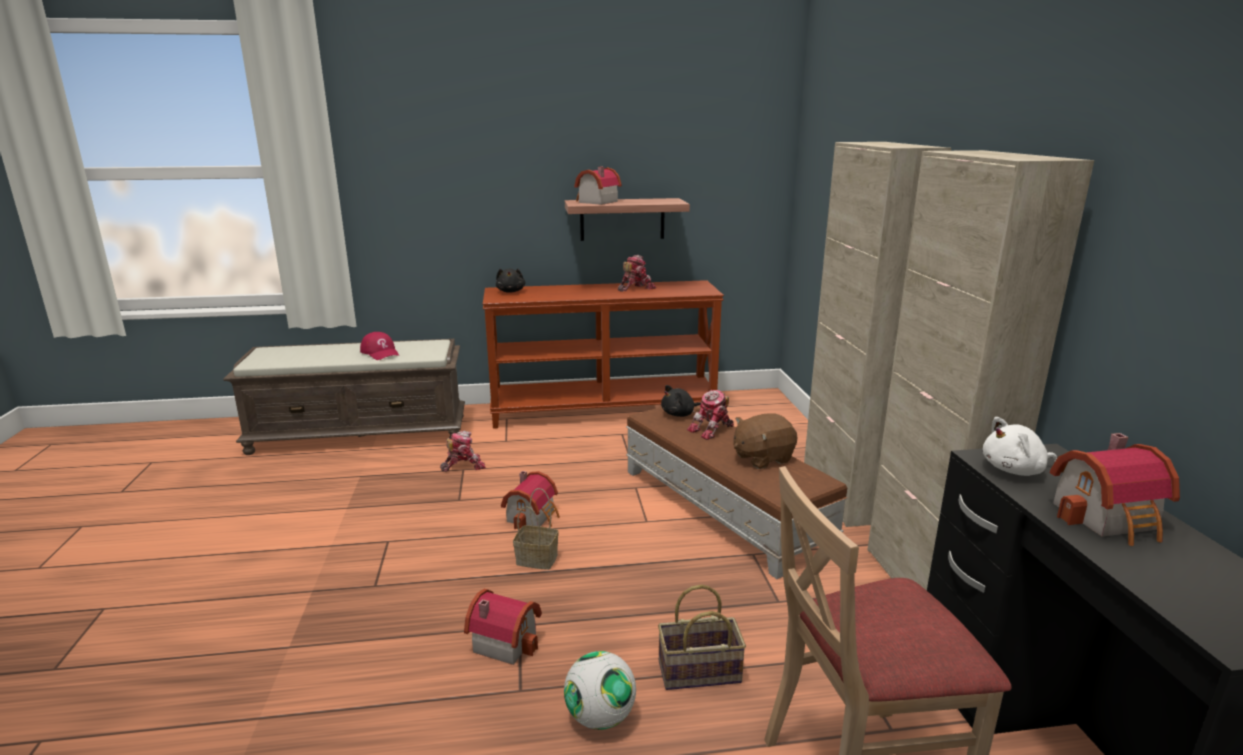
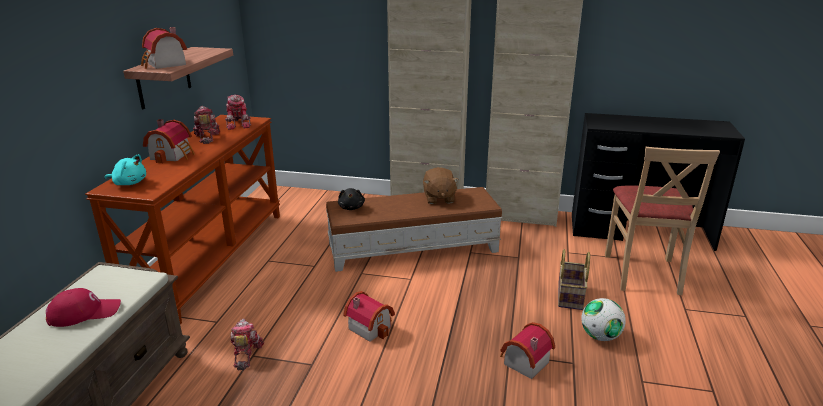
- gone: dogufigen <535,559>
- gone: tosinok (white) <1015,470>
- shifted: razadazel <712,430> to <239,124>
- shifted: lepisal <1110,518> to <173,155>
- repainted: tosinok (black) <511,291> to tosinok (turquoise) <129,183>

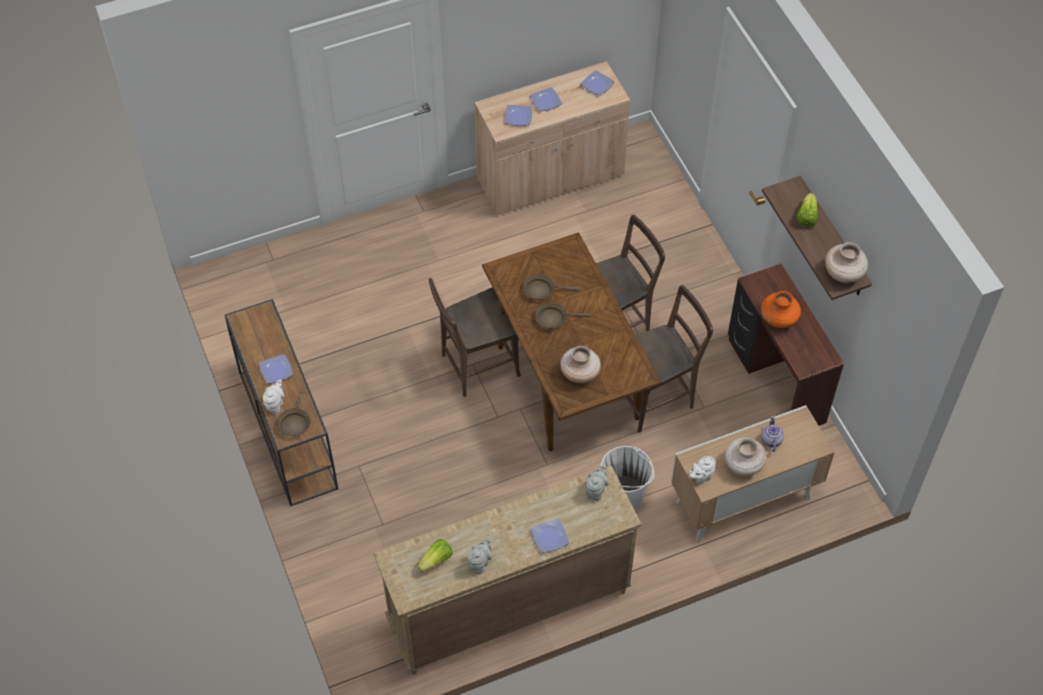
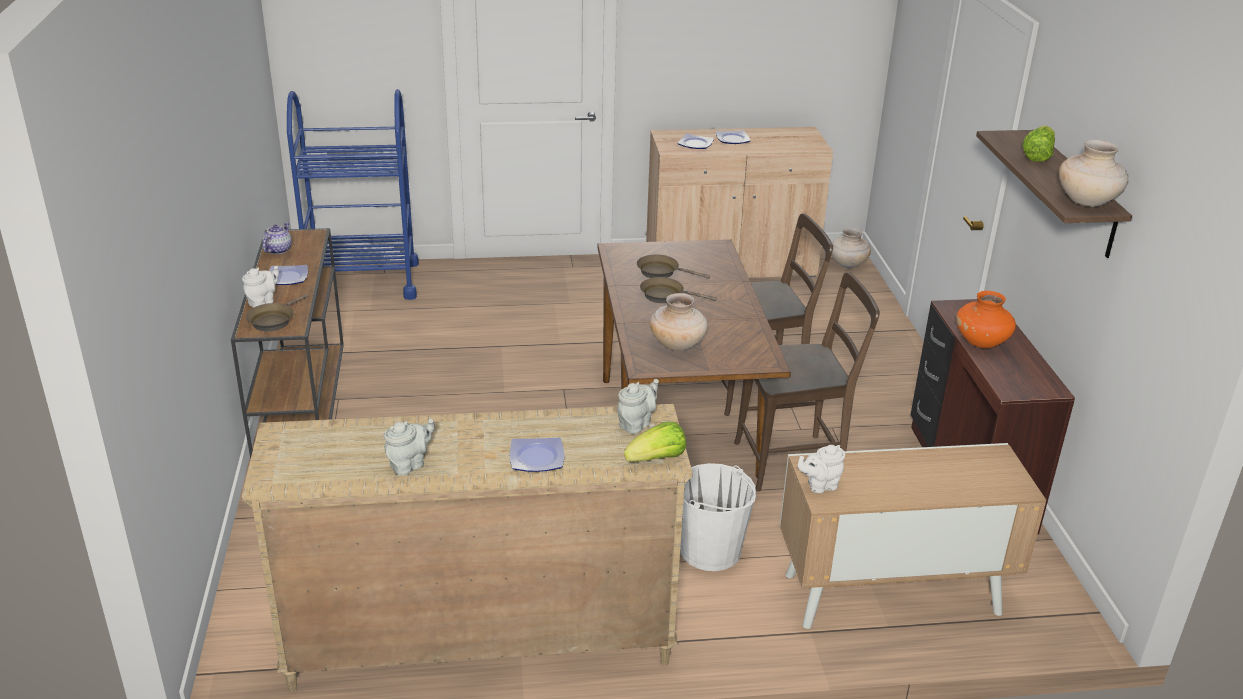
- gone: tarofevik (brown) <476,366>
- gone: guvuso <597,84>
- new: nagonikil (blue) <363,282>
- shifted: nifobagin <436,560> to <657,459>
- shifted: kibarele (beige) <743,465> to <847,264>
- shifted: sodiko <770,440> to <277,250>

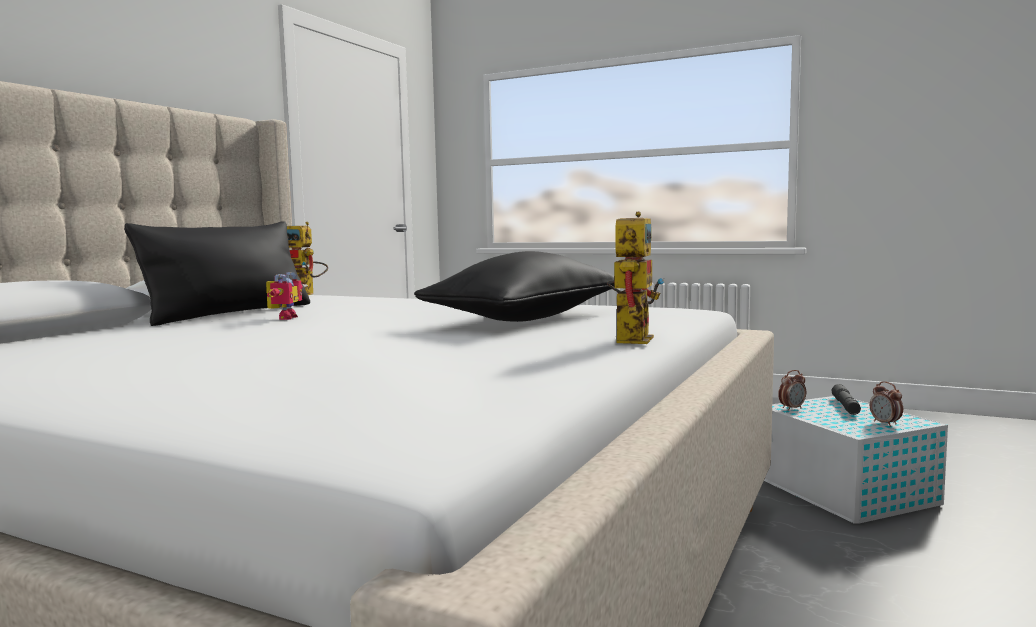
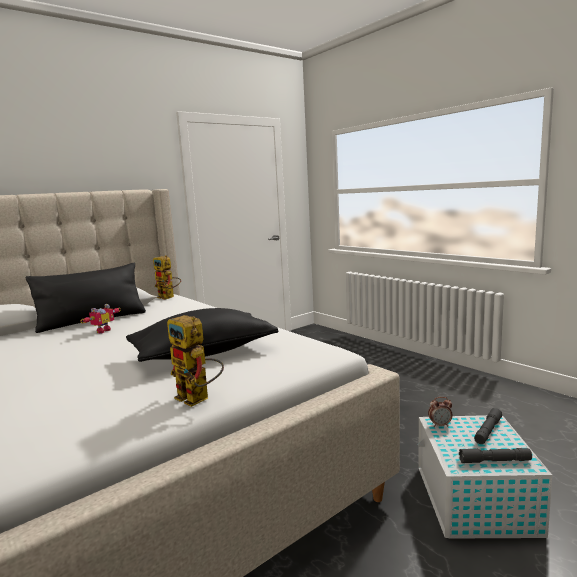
- swapped: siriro <885,423> to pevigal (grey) <494,461>
- rotated: razadazel <631,338> = <199,399> 90 degrees clockwise

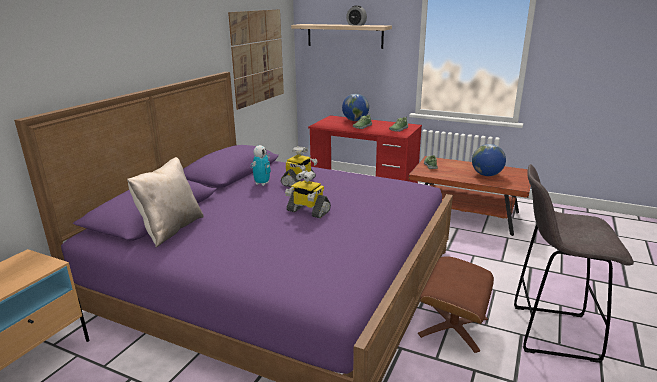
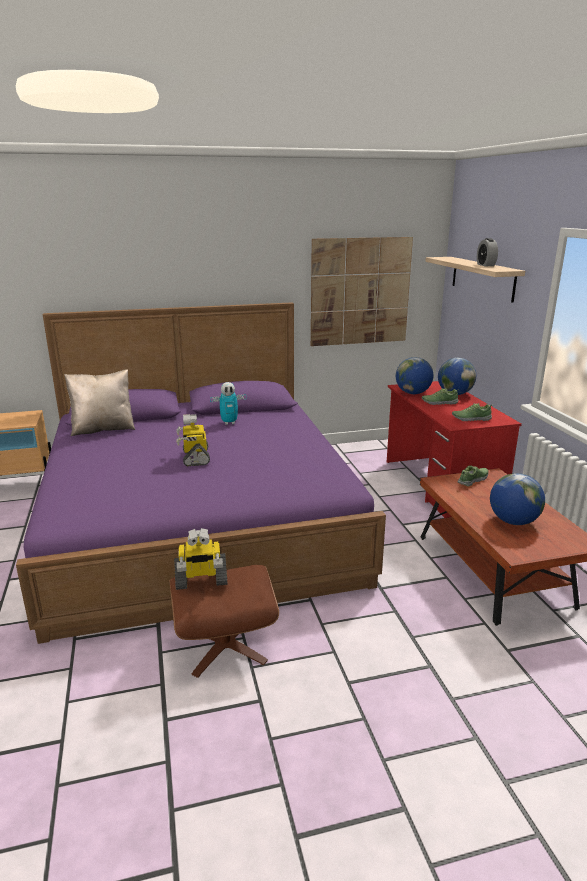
- gone: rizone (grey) <550,332>
- new: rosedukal <413,393>
- shifted: razadazel <299,182> to <201,580>

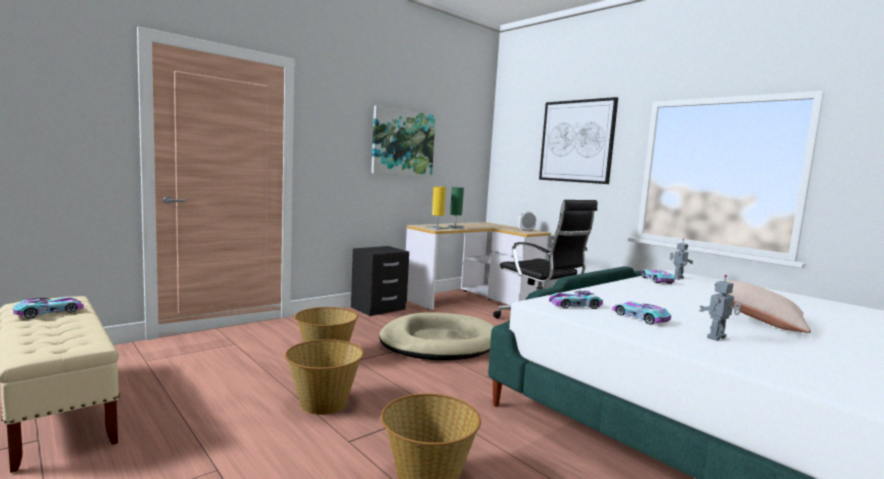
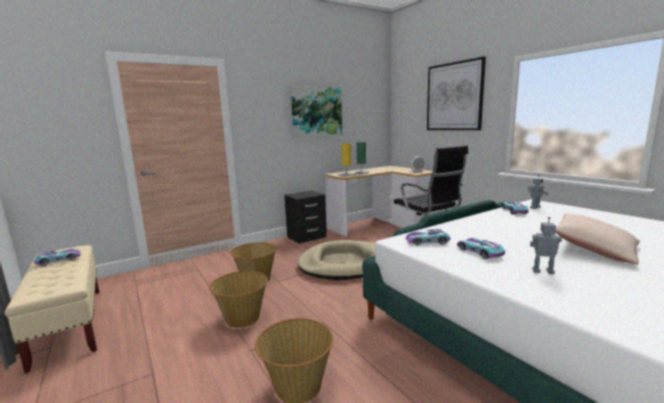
- rotated: razadazel <717,338> = <543,272> 45 degrees clockwise

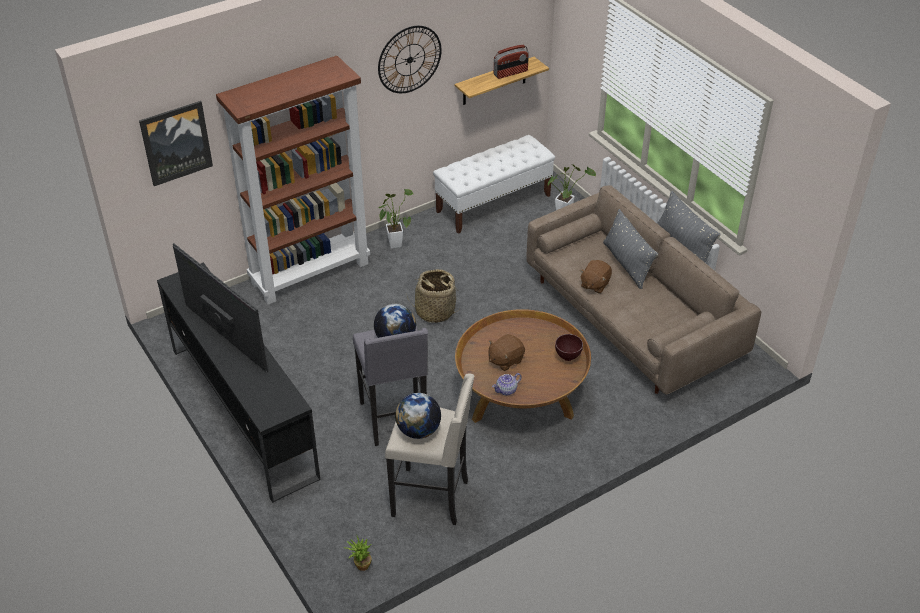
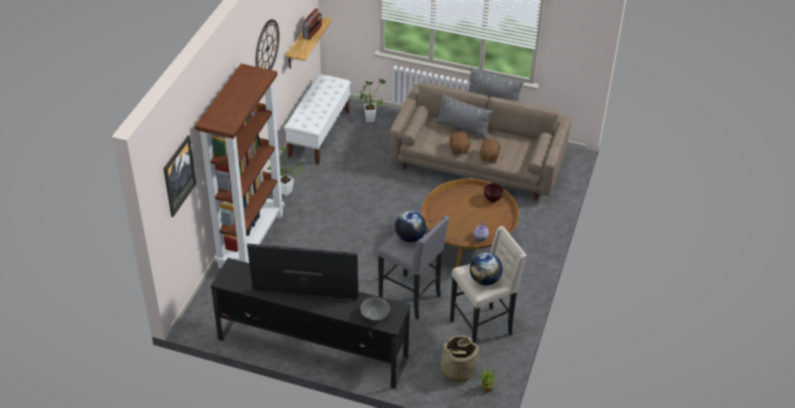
- new: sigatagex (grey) <374,315>
- shifted: dogufigen <435,311> to <457,371>
- shifted: tosinok (brown) <505,360> to <489,157>

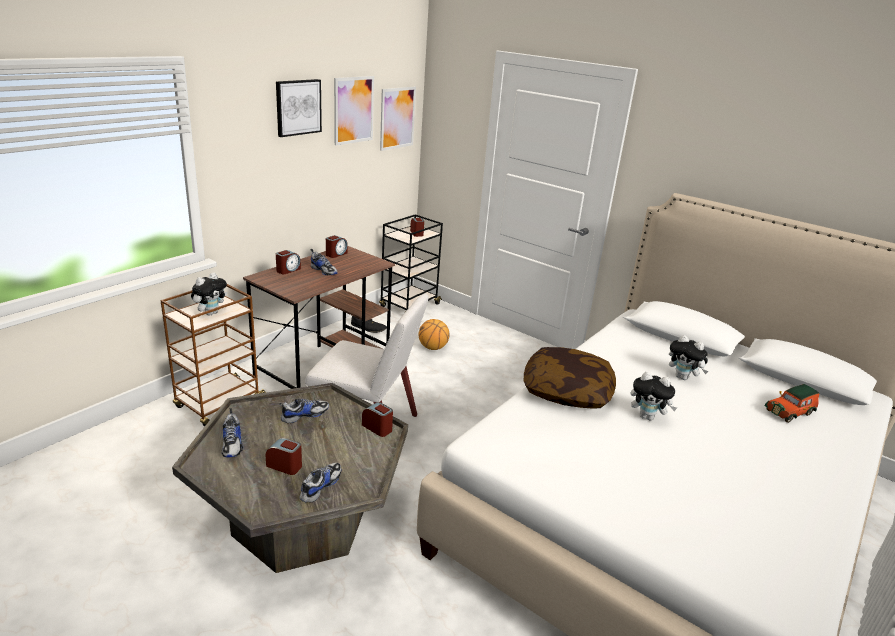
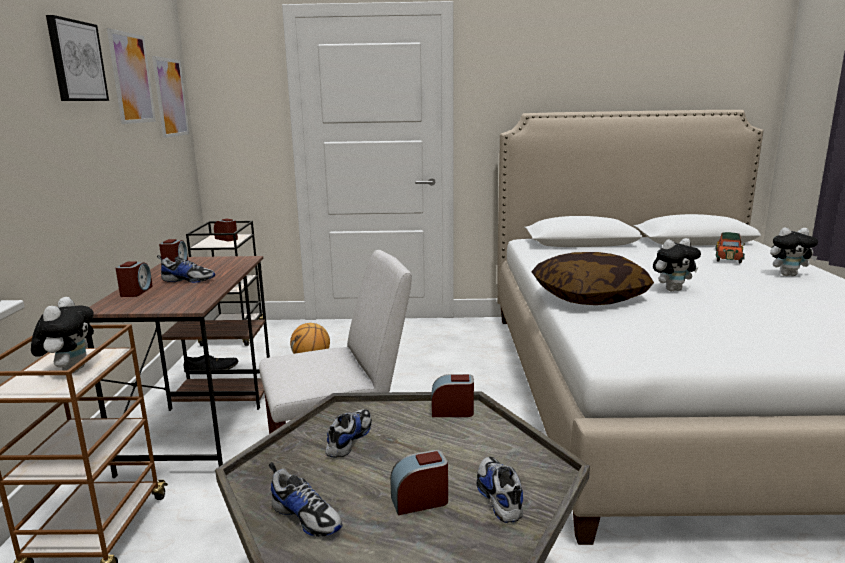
- shifted: tosinok <683,377> to <788,275>

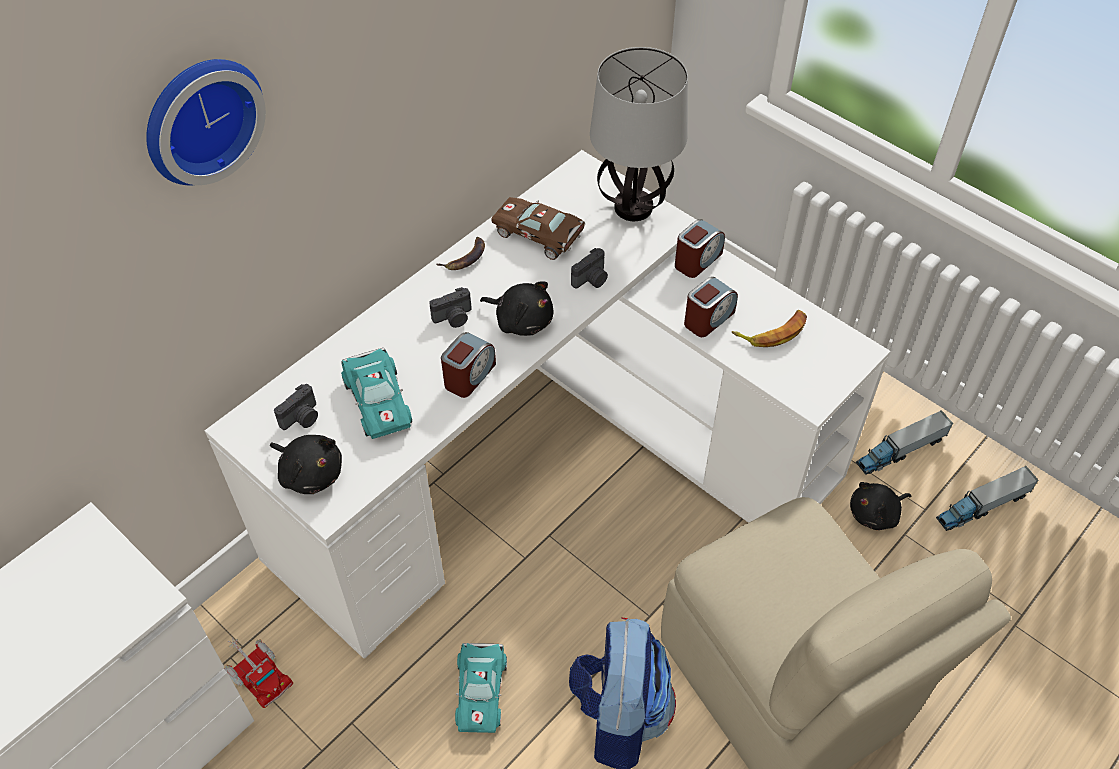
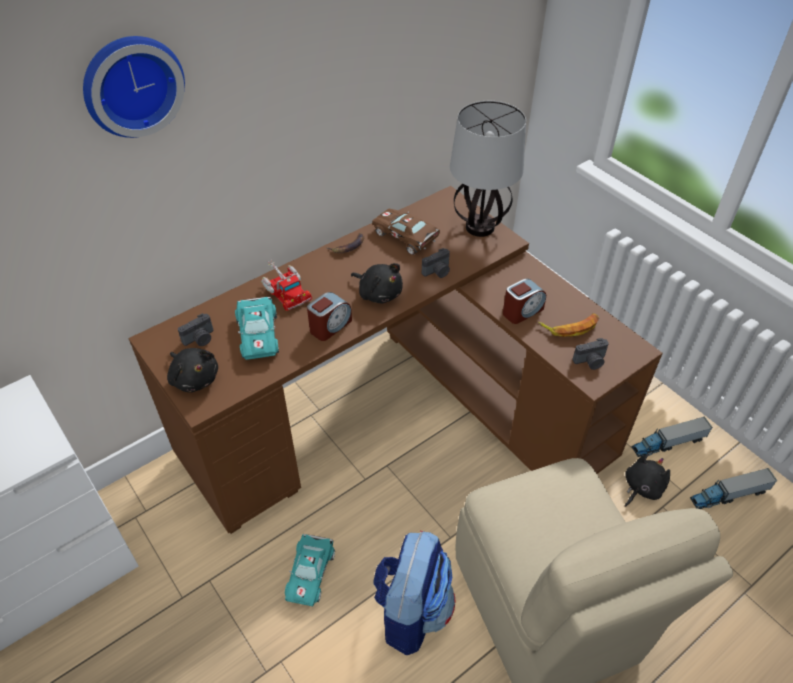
- gone: siriro <697,260>
- shifted: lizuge <257,673> to <285,290>
- shifted: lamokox <454,318> to <590,362>
- repainted: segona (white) <550,461> to segona (brown) <398,412>
- rotated: tosinok (black) <875,514> = <641,488> 150 degrees clockwise

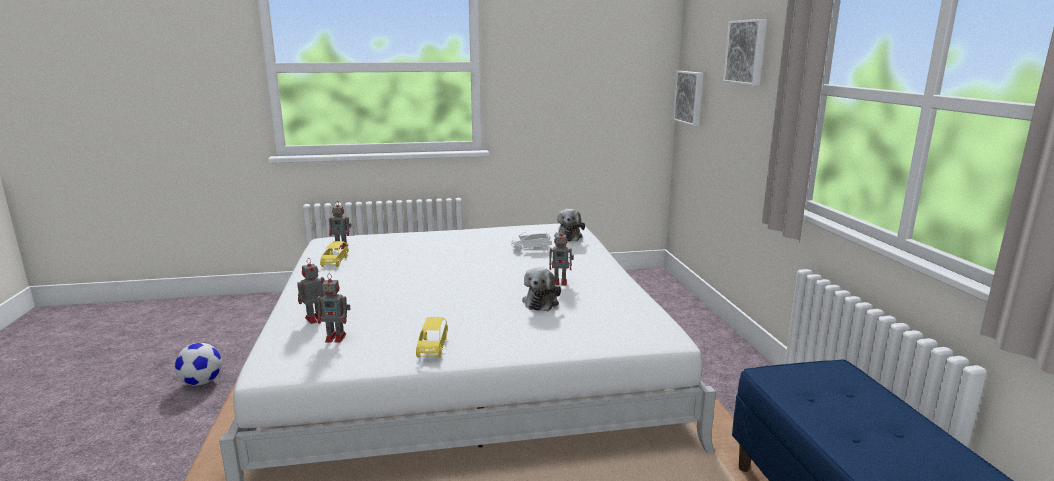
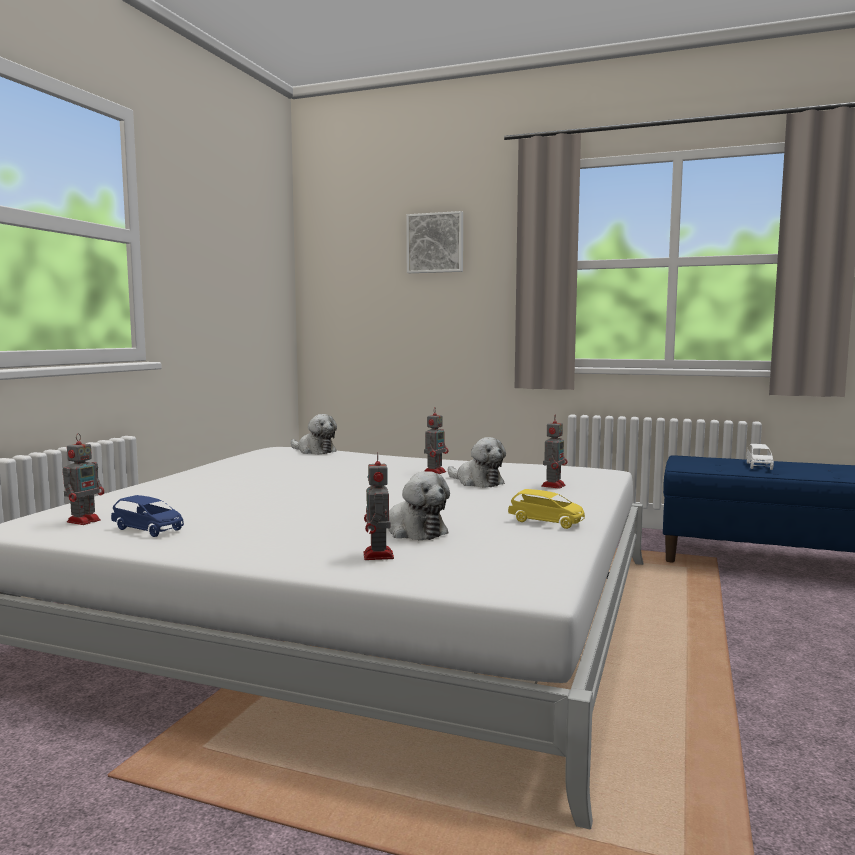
- gone: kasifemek <201,382>
- gone: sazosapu <690,97>
- new: tosinok <412,531>
- shifted: razadazel <337,338> to <553,485>
- shifted: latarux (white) <531,247> to <759,466>
- repainted: latarux (yellow) <334,262> to latarux (blue) <148,529>

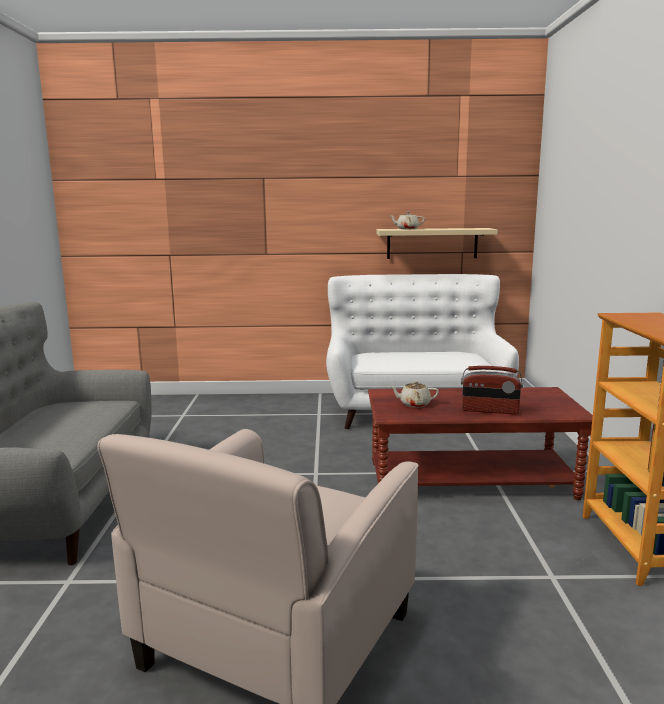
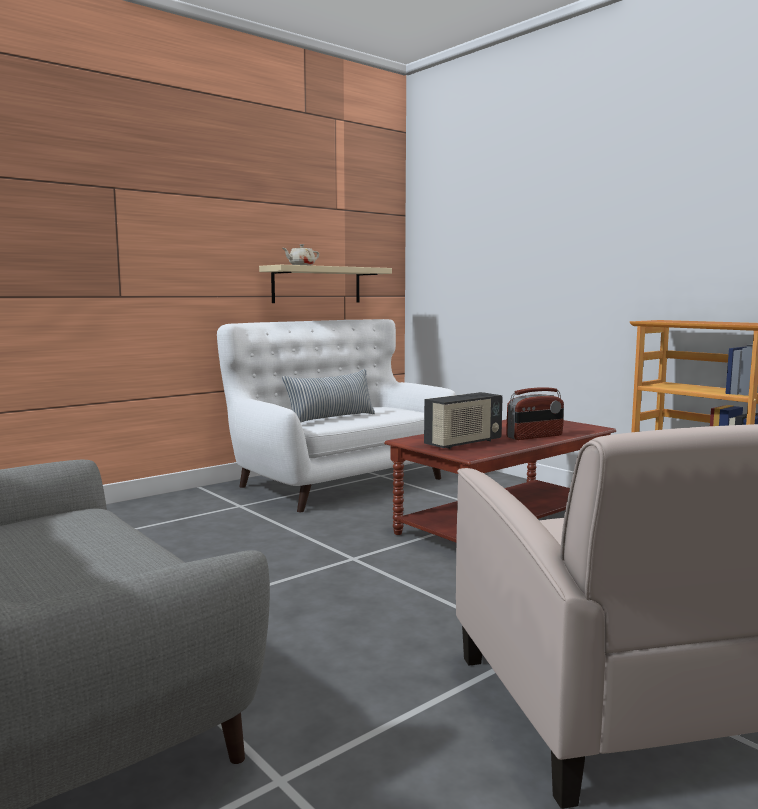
- new: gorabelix <331,418>
- swapped: sodiko (beige) <414,404> to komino <463,443>

